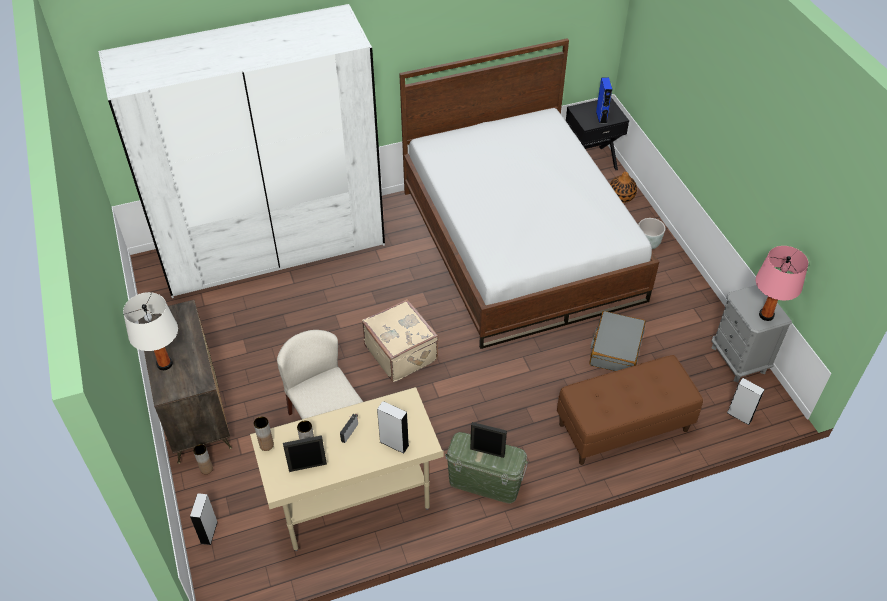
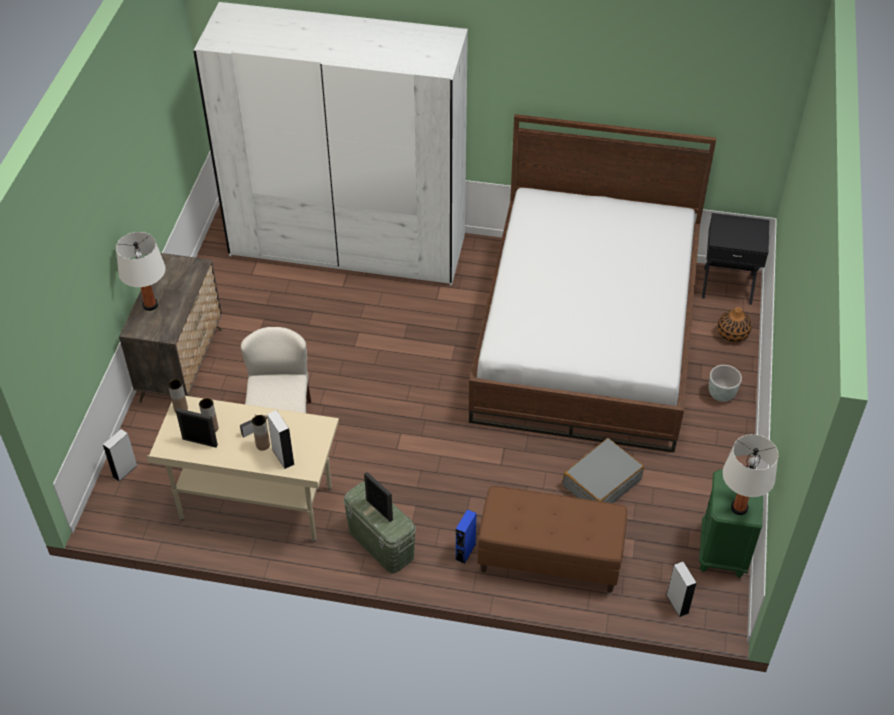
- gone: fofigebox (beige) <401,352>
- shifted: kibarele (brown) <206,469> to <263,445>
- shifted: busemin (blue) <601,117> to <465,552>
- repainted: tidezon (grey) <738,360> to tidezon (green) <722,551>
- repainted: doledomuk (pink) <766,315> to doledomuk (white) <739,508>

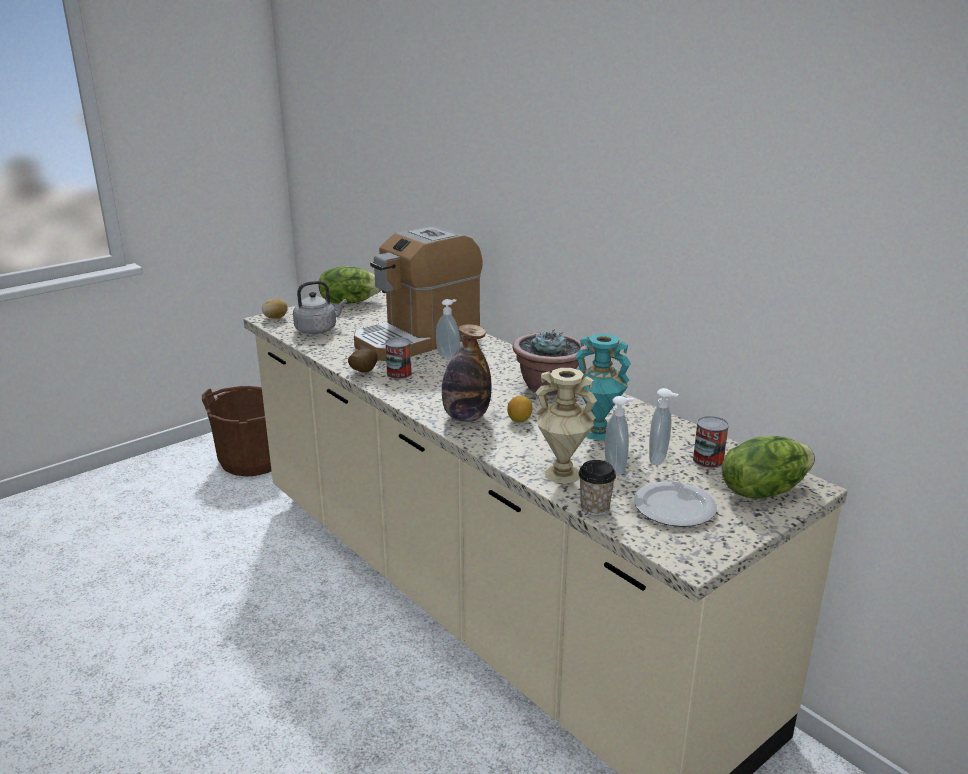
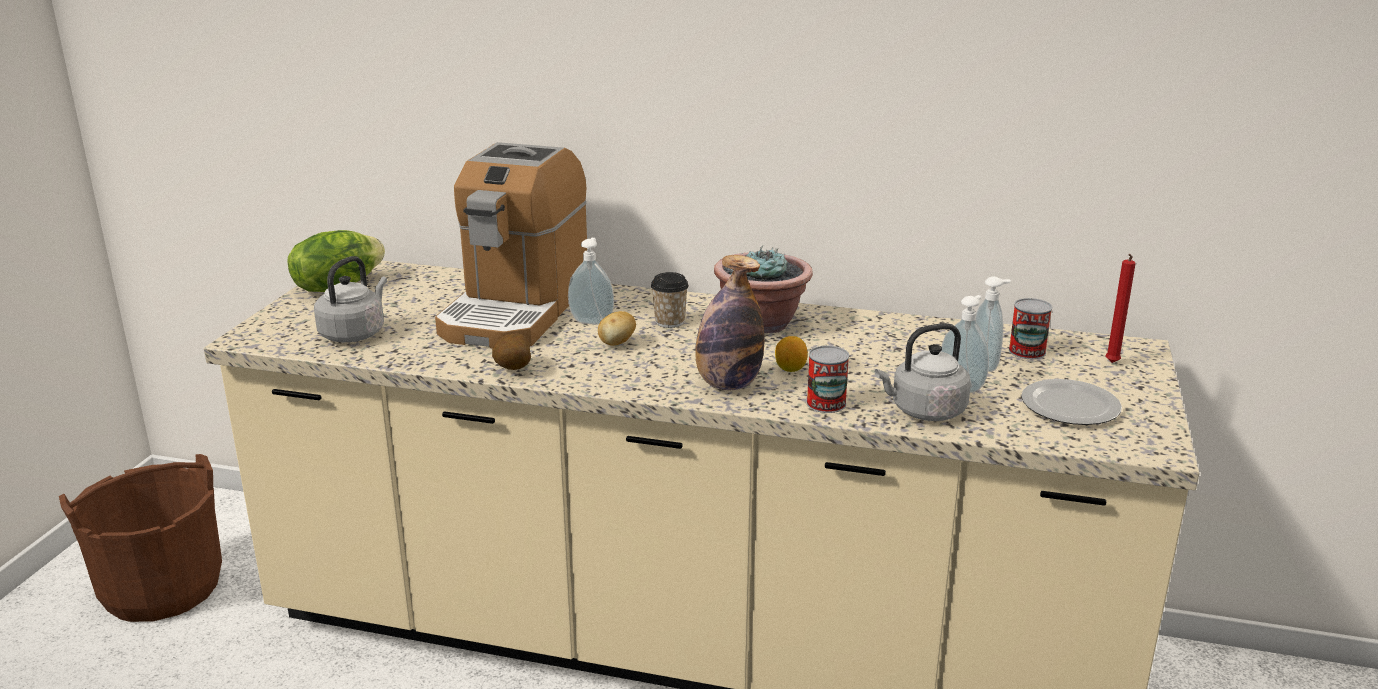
- gone: kibarele (turquoise) <597,432>
- shifted: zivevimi <275,318> to <617,343>
- shifted: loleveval <399,374> to <826,403>
- shifted: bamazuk <595,508> to <669,322>
- swapped: kibarele (beige) <562,474> to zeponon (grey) <924,411>
- swapped: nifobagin <763,490> to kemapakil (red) <1111,363>

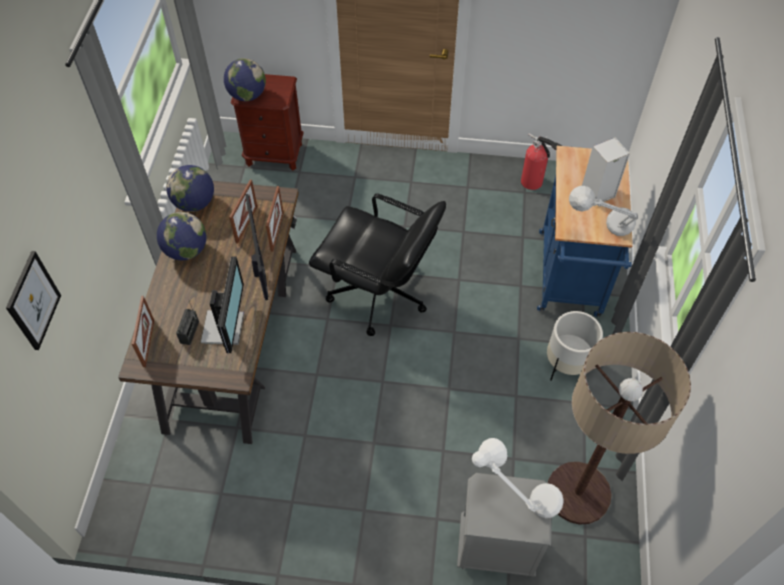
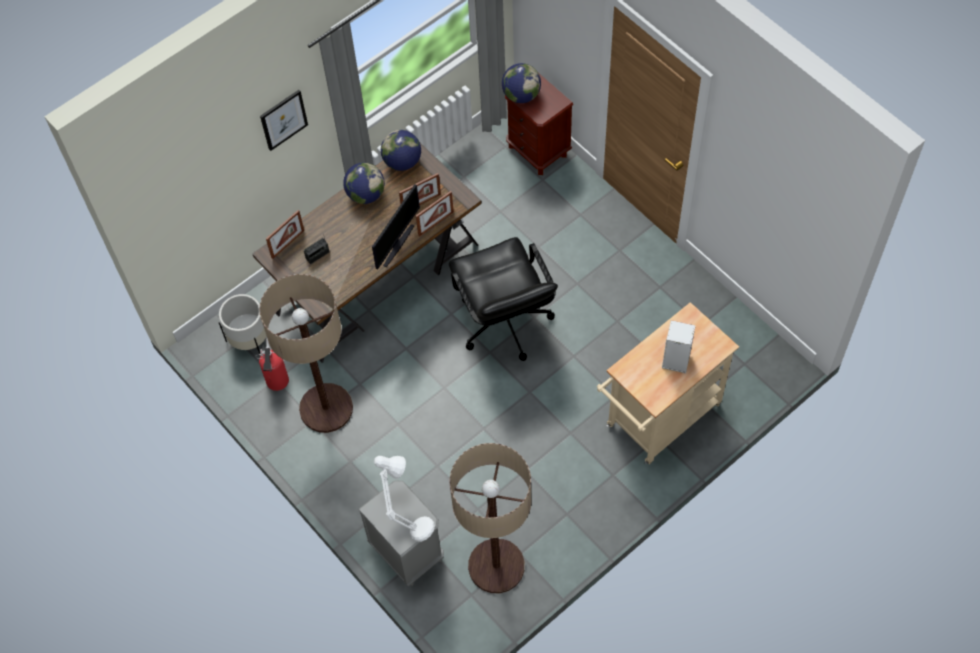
- gone: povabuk <225,327>
- gone: doledomuk (grey) <598,238>
- new: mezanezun <326,408>
- shifted: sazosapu <33,301> to <283,119>
- shifted: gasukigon <533,183> to <277,383>
- shifted: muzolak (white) <567,363> to <249,340>
- repainted: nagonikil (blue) <570,279> to nagonikil (beige) <658,420>

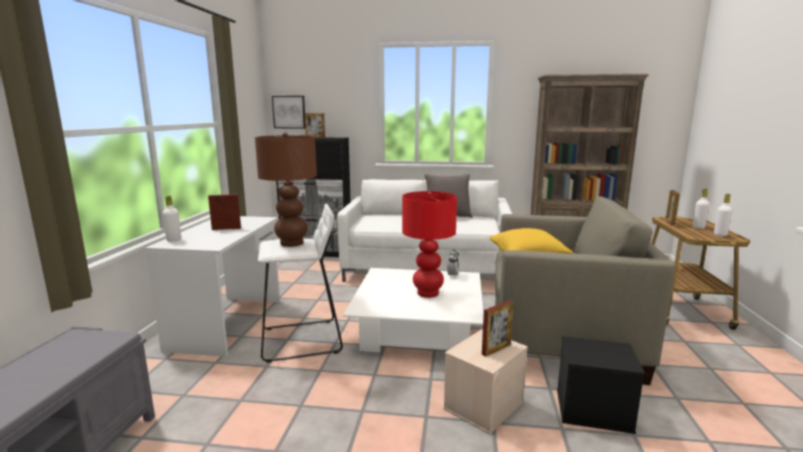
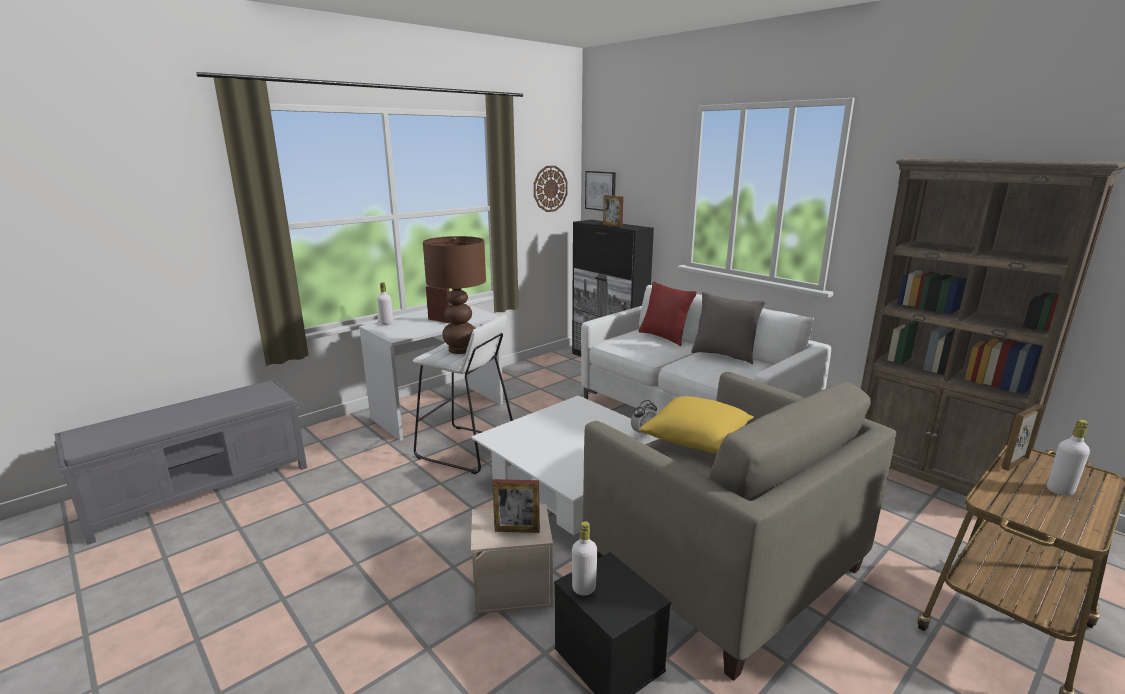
- gone: doledomuk (red) <428,293>
- new: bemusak <550,188>
- new: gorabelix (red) <664,337>
- shifted: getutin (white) <720,235> to <584,588>

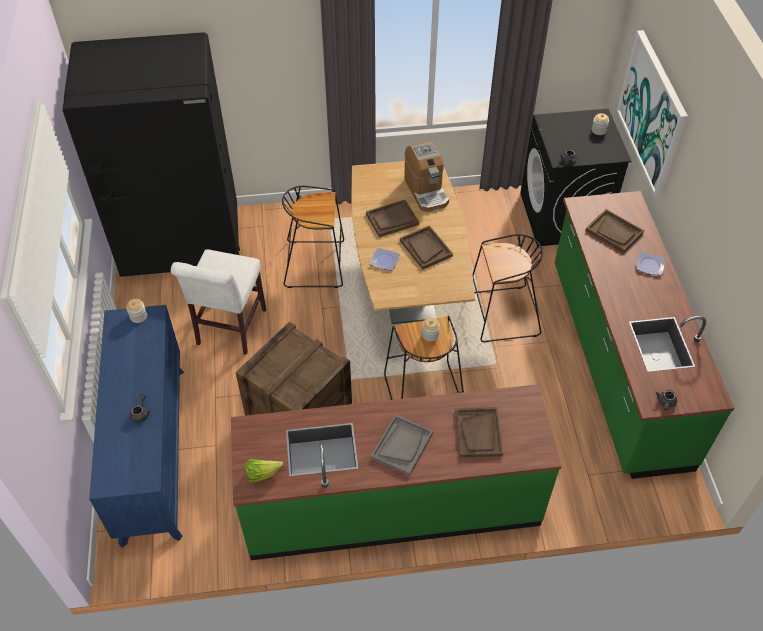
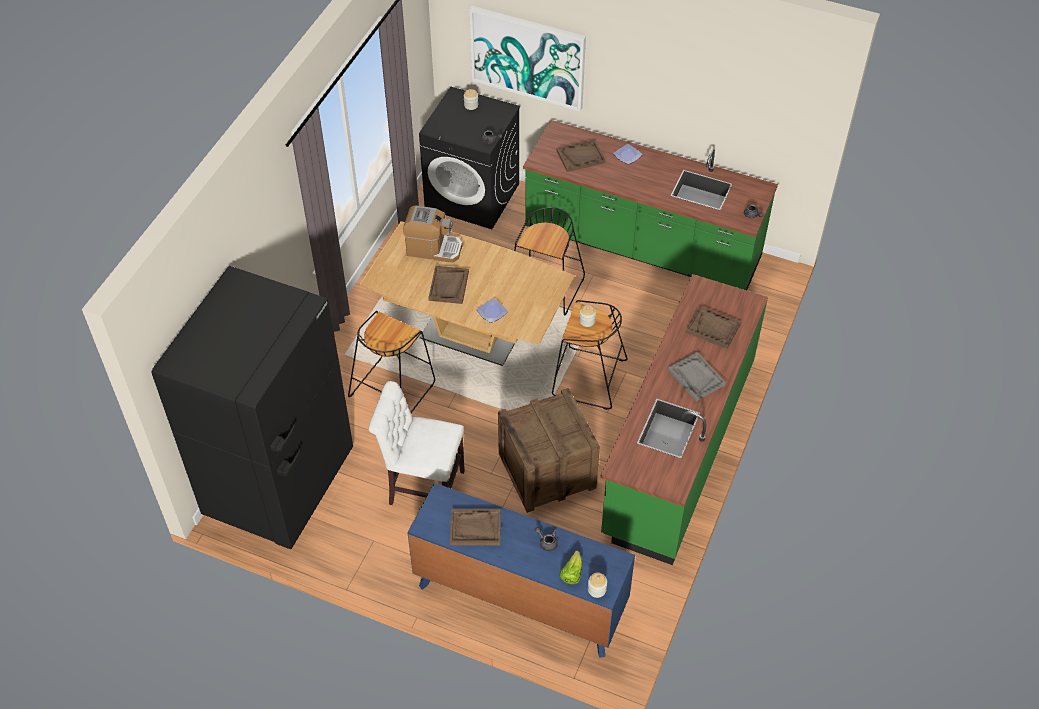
- shifted: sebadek <138,316> to <597,589>
- shifted: nifobagin <262,474> to <572,573>
- shifted: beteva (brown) <425,248> to <475,528>
- rotated: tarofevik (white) <229,330> = <422,487> 150 degrees clockwise

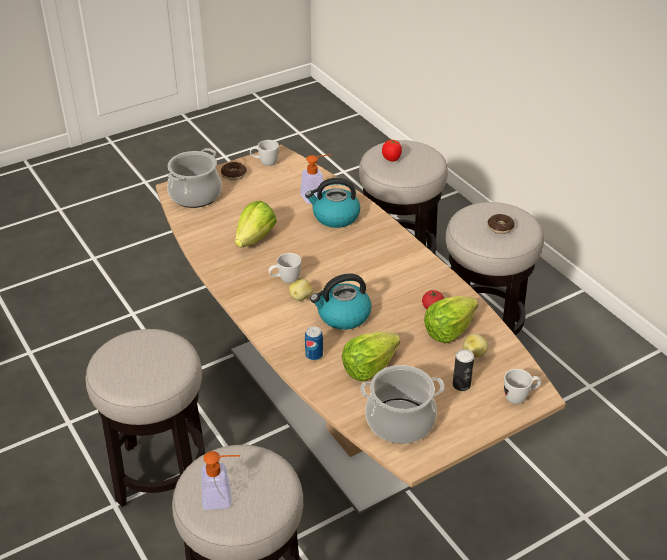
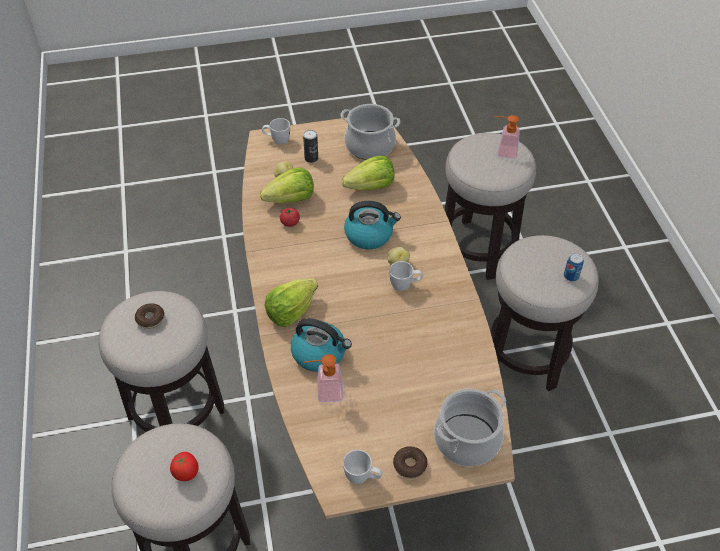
- shifted: nifobagin <255,238> to <291,311>
- shifted: loleveval <314,355> to <571,276>

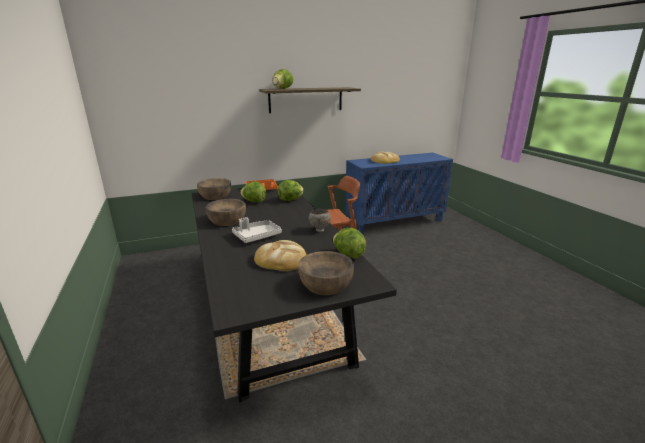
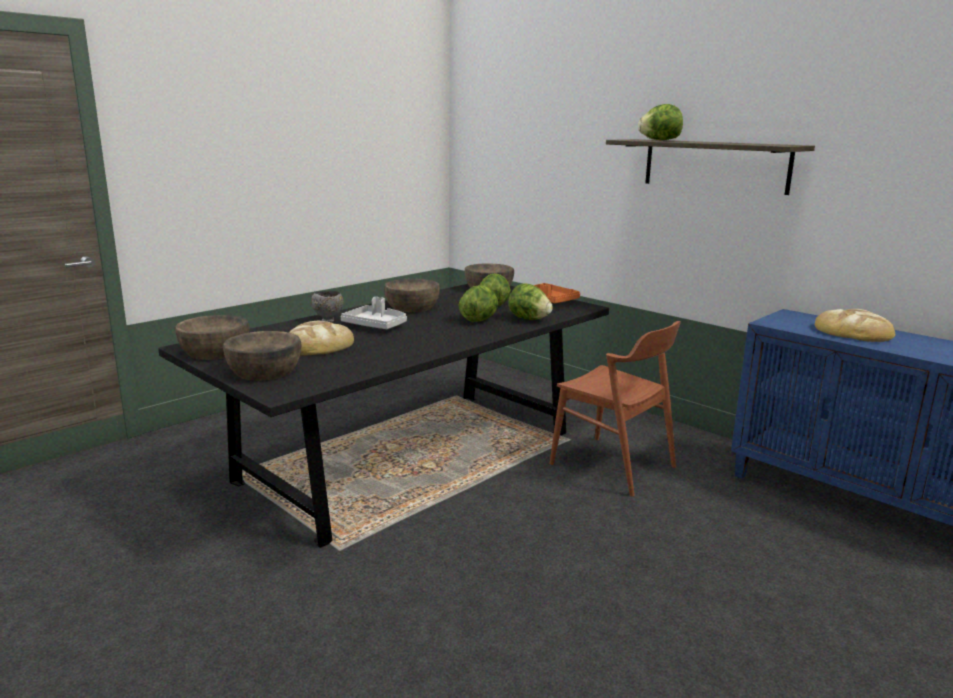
- new: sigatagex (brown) <215,352>
- shifted: sigatagex (grey) <319,230> to <328,320>
- shifted: nifobagin <348,255> to <479,320>

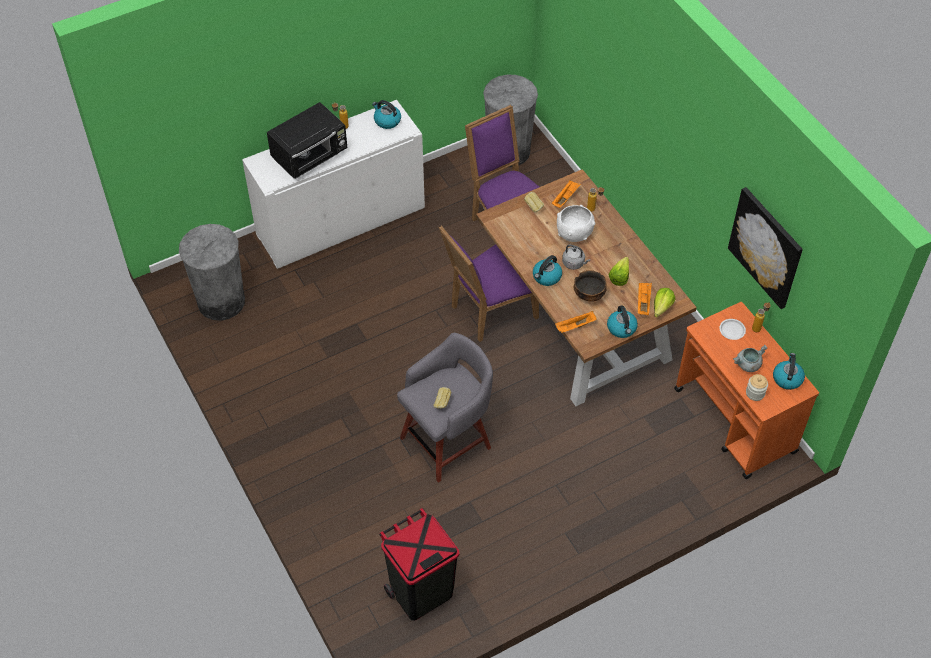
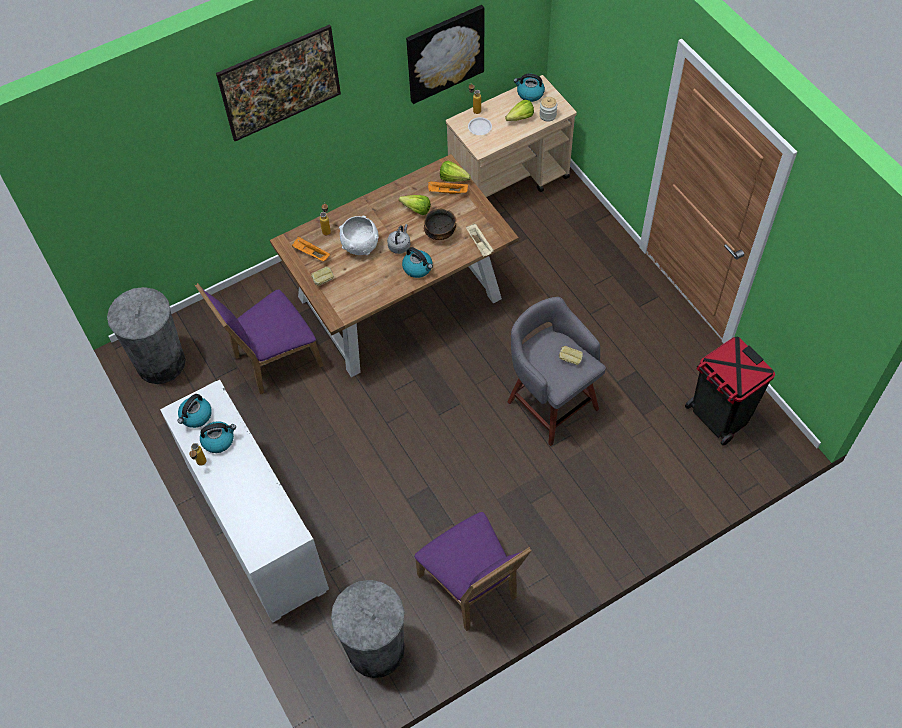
- gone: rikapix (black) <310,156>
- new: sazosapu <283,99>
- shifted: tarofevik (purple) <489,312> to <473,588>
- shifted: zeponon <622,328> to <219,440>
- swapped: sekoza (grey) <747,365> to nifobagin <518,119>
- repainted: beteva (orange) <575,326> to beteva (beige) <480,244>
- repainted: nagonikil (orange) <735,421> to nagonikil (beige) <509,182>

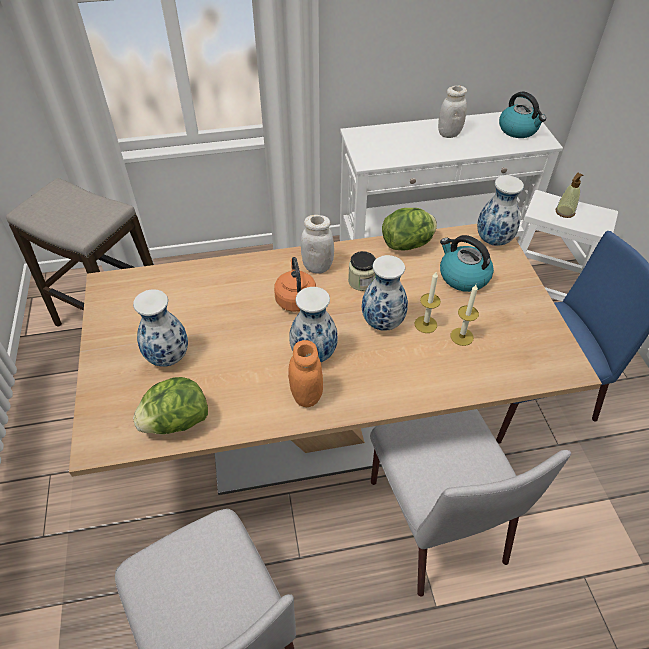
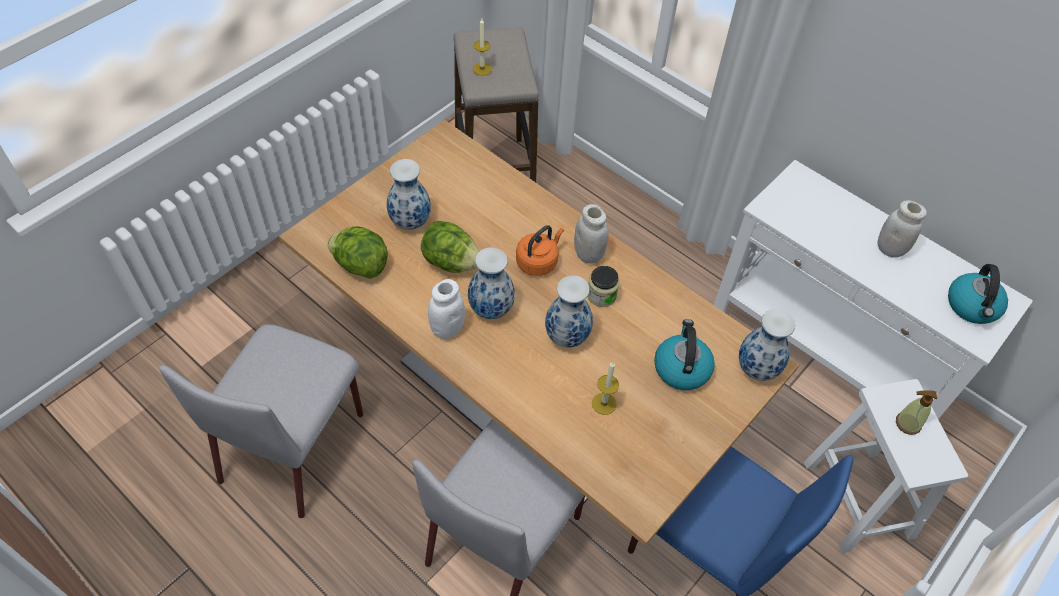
- shifted: nifobagin <408,244> to <451,262>
- shifted: kemapakil <425,324> to <482,69>
- repainted: sebadek (orange) <306,395> to sebadek (white) <447,328>

